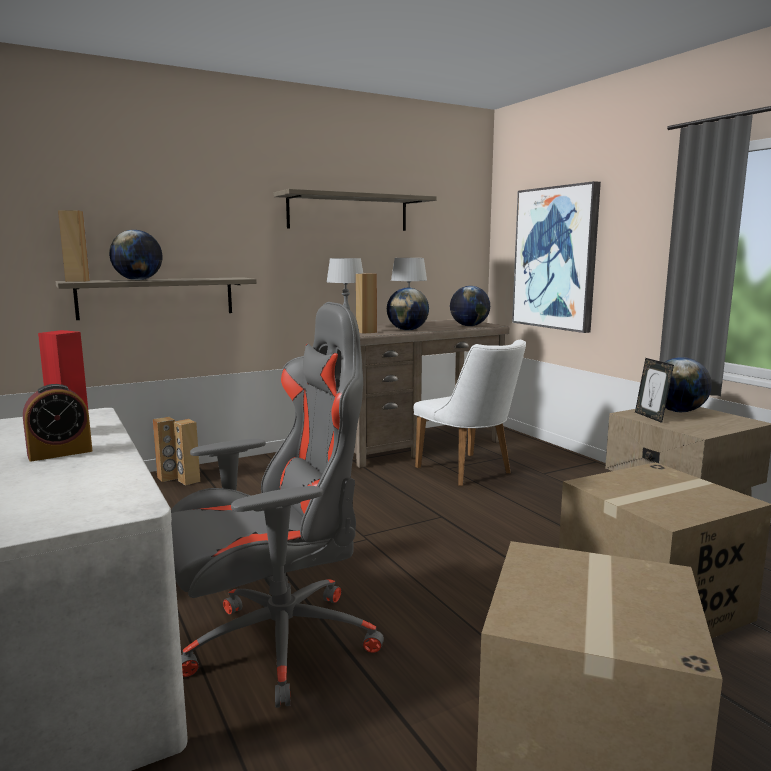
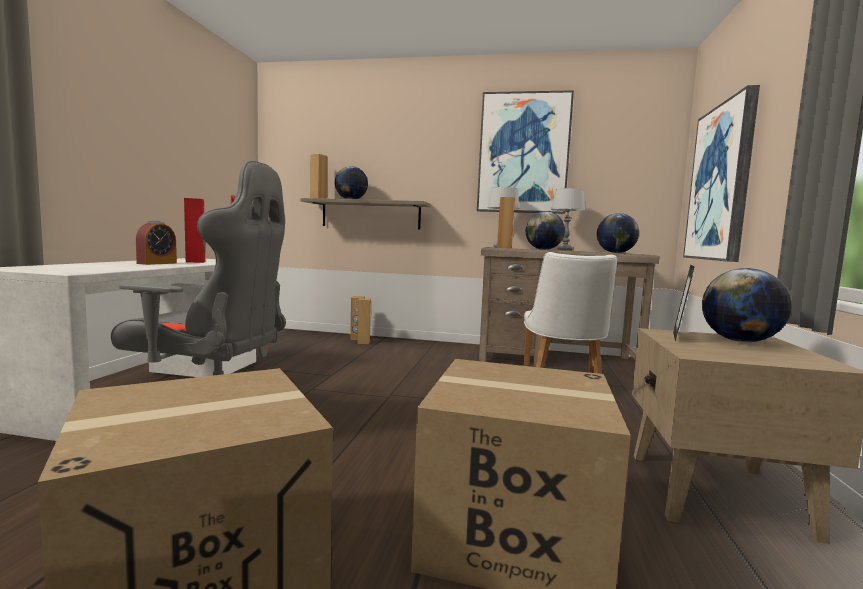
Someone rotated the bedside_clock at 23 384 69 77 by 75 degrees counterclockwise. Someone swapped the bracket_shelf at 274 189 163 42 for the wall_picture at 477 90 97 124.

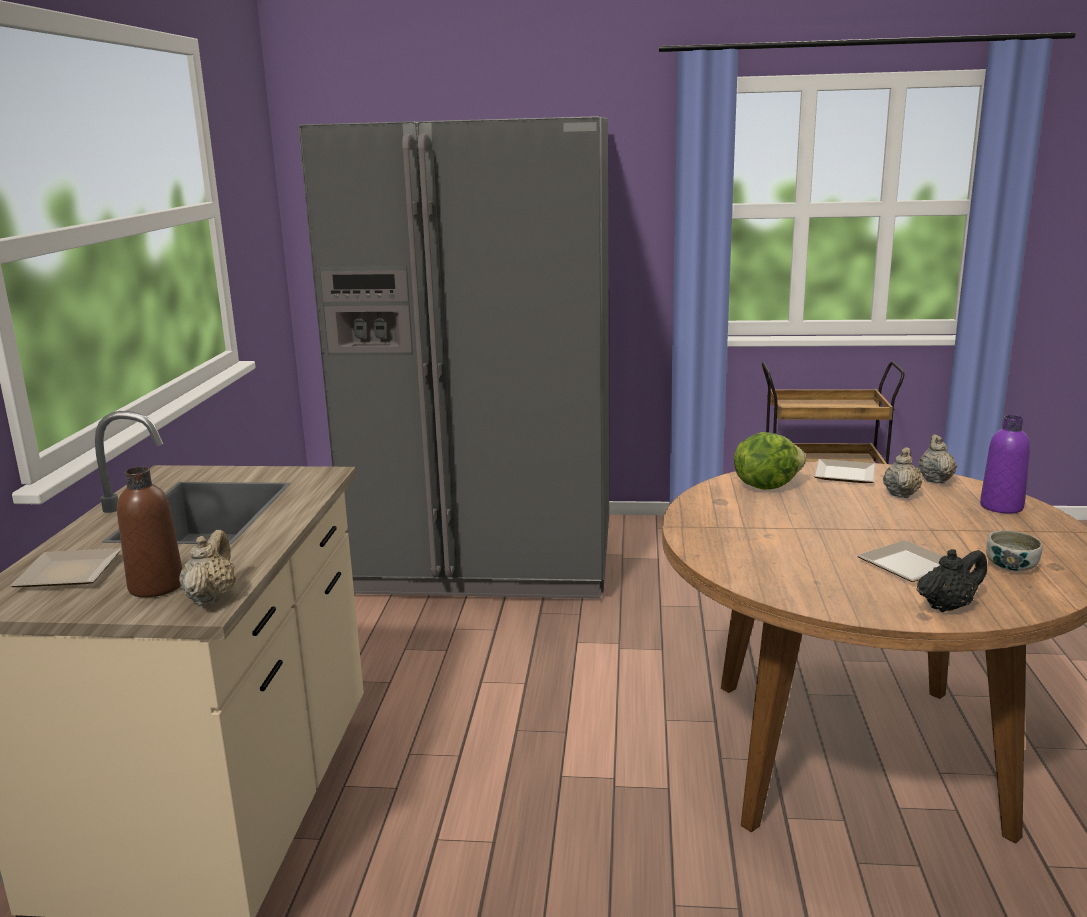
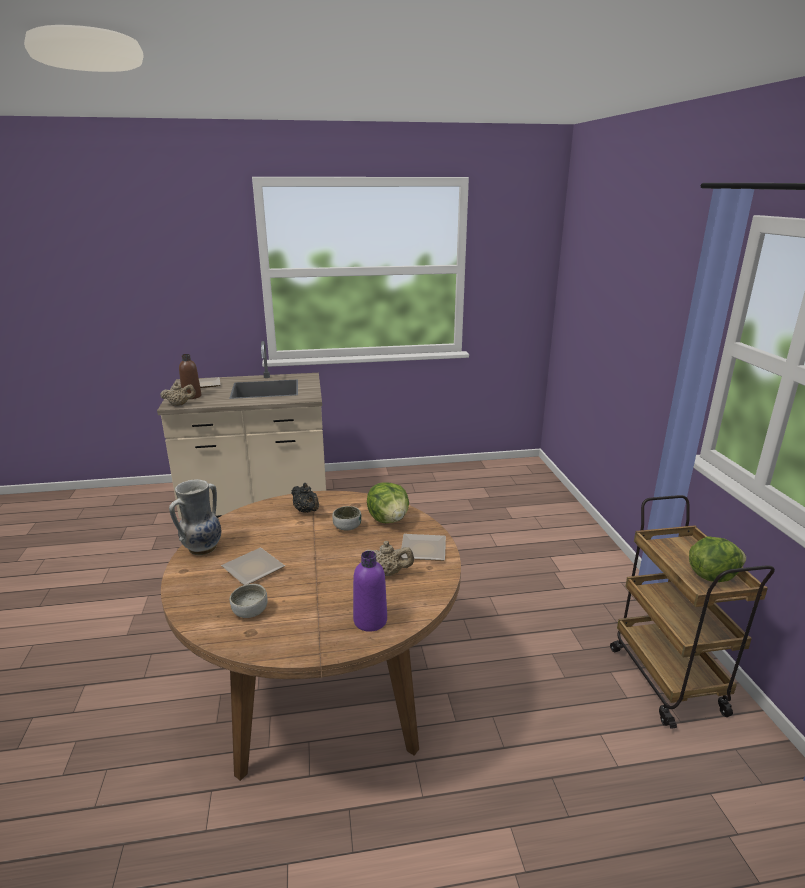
Someone took away the gray_kitchen_fridge at 298 116 311 483. Someone carried the black_tea_pot from 917 549 70 63 to 291 483 28 30. Someone took away the beige-coloured_tea_pot at 918 434 39 50. Someone put down the decorative_vase at 169 479 52 76. Someone put down the deep_dish at 332 506 29 25. Someone put down the lettuce_head at 689 536 57 46.

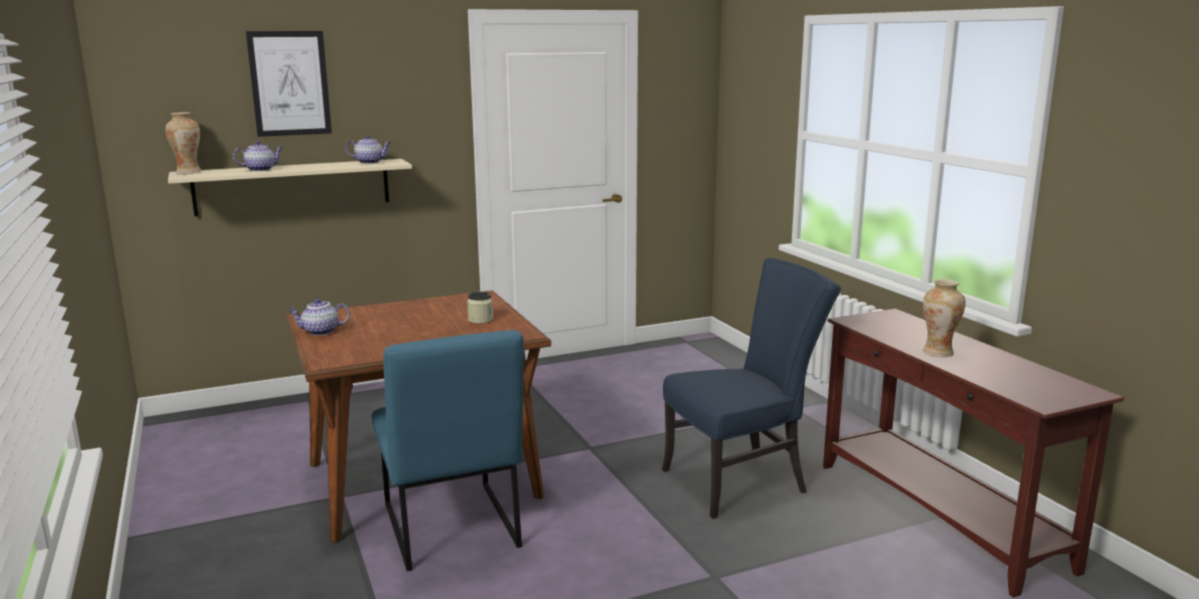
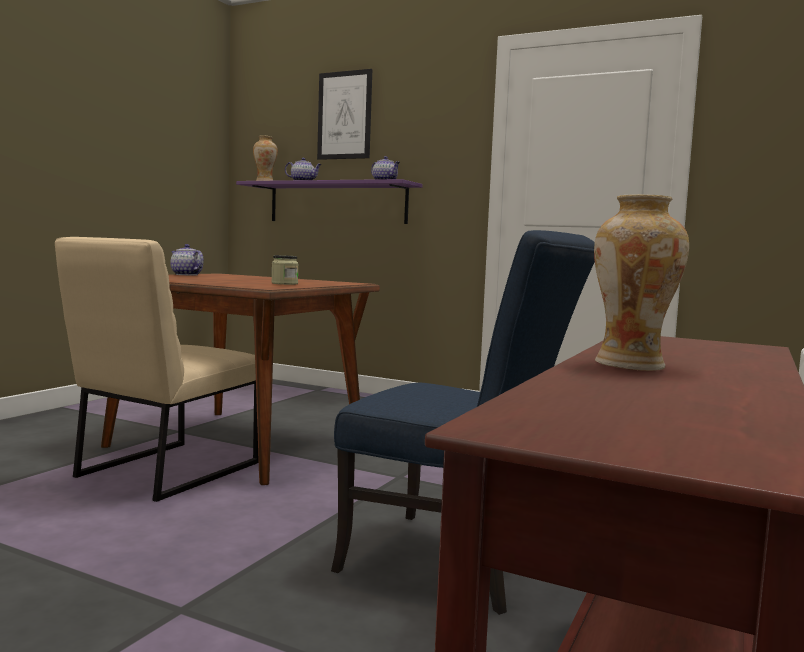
Someone repainted the beige-coloured_bracket_shelf at 168 159 244 58, which became the purple_bracket_shelf at 236 179 187 45. Someone repainted the bluish_chair at 372 330 152 241, which became the beige-coloured_chair at 55 237 204 265.

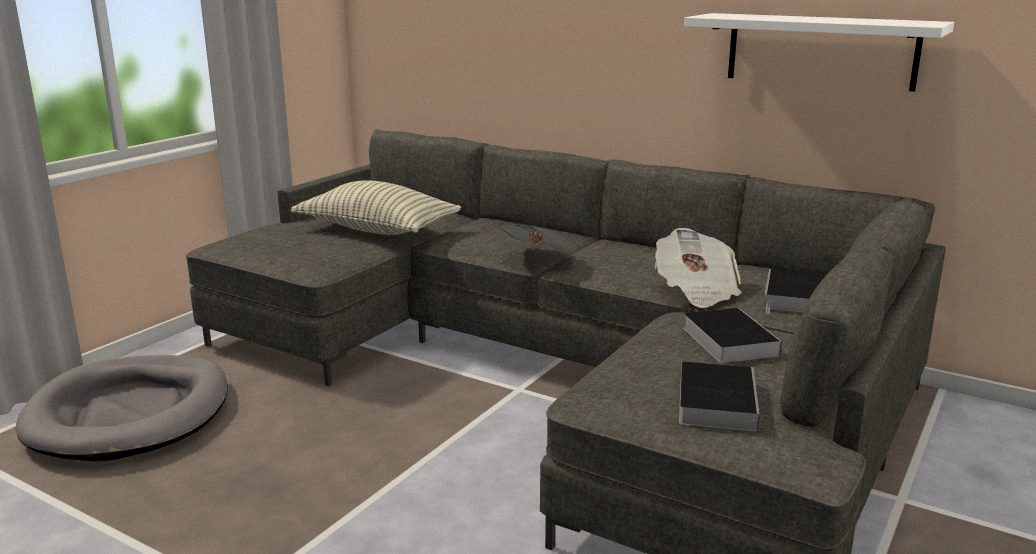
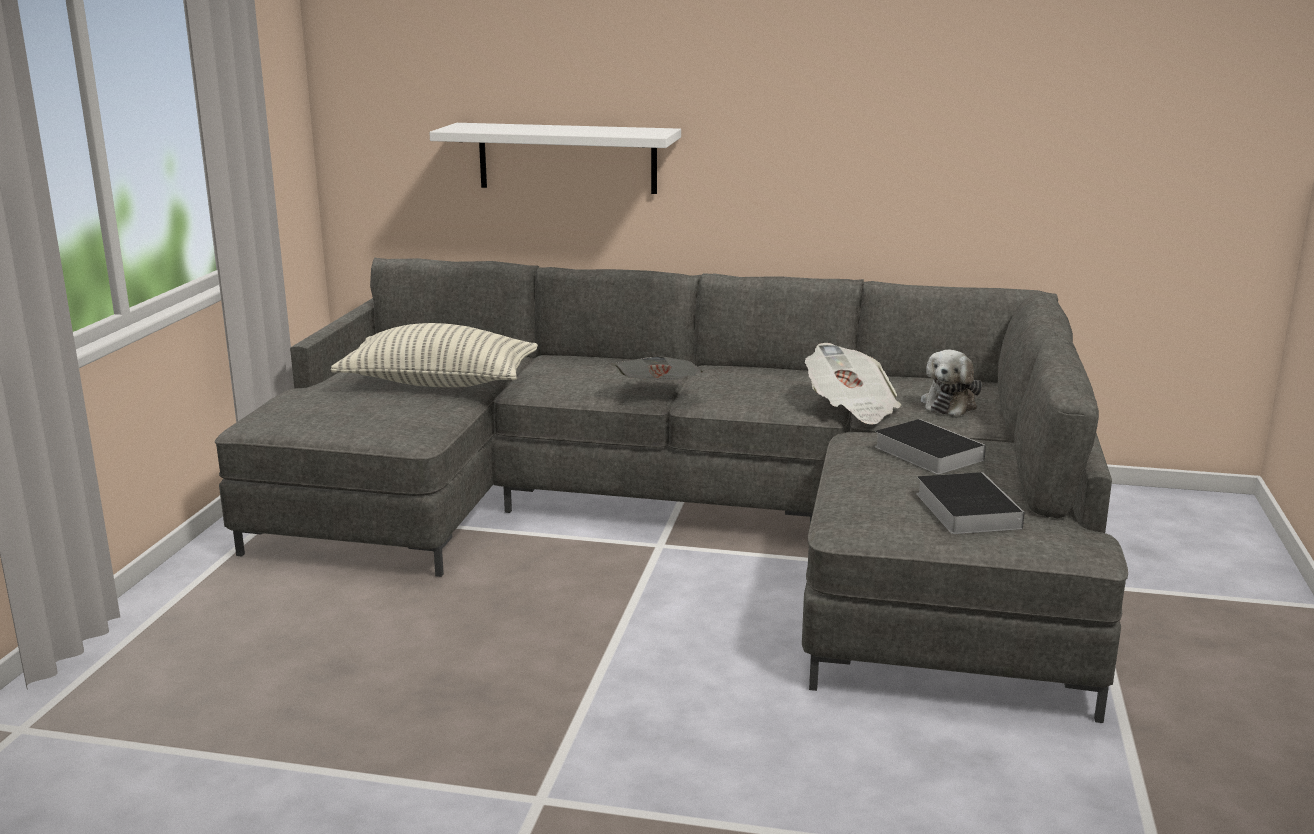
Someone took away the gray_dog_bed at 16 355 212 107. Someone carried the white_bracket_shelf from 684 13 270 79 to 429 123 252 71. Someone swapped the bound_book at 764 269 62 45 for the plush_toy at 921 350 61 66.

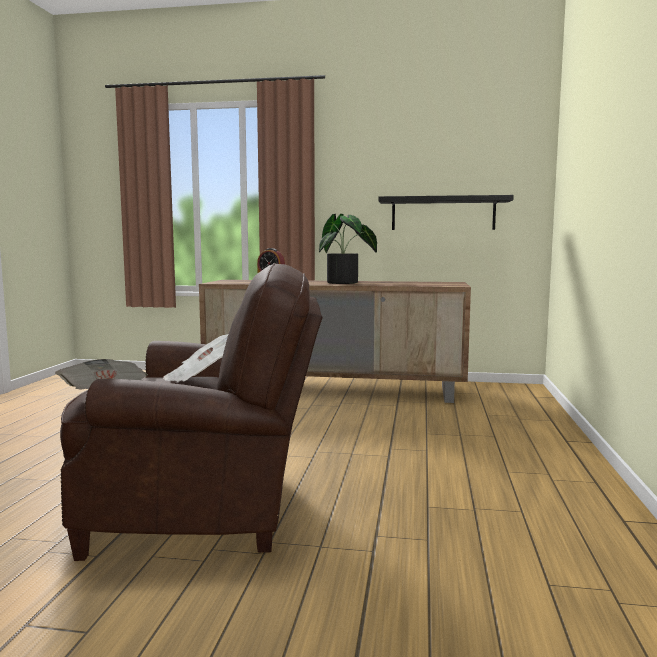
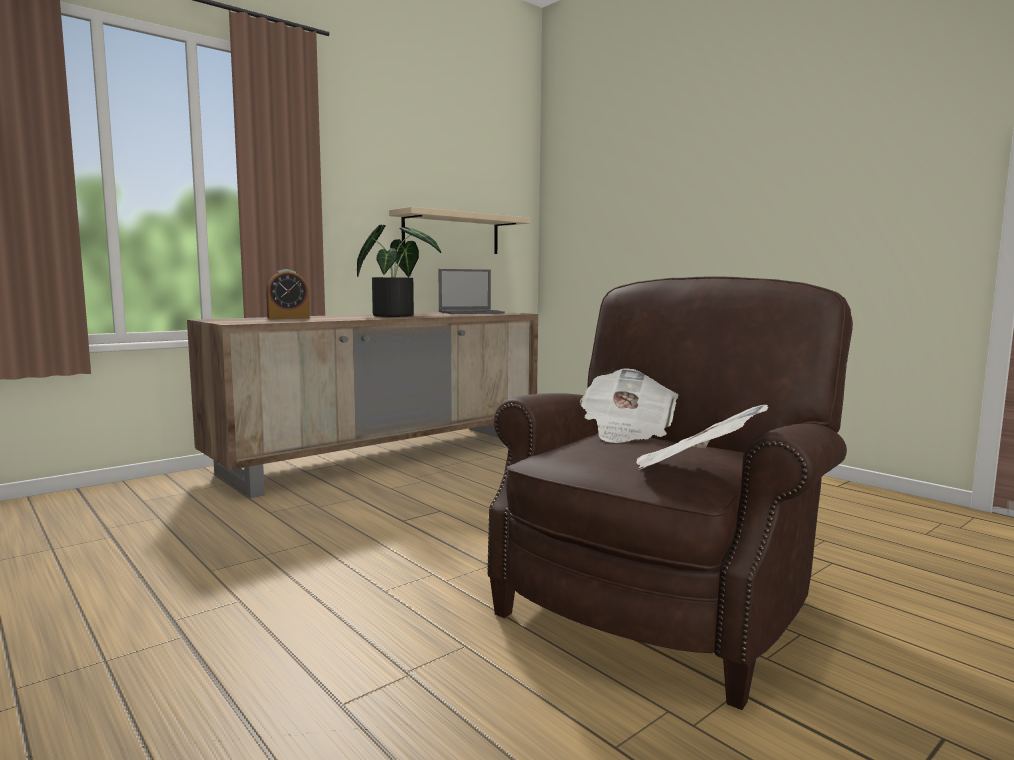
Someone repainted the black_bracket_shelf at 378 195 136 35, which became the beige-coloured_bracket_shelf at 389 207 142 47. Someone put down the notebook_computer at 439 269 66 45.

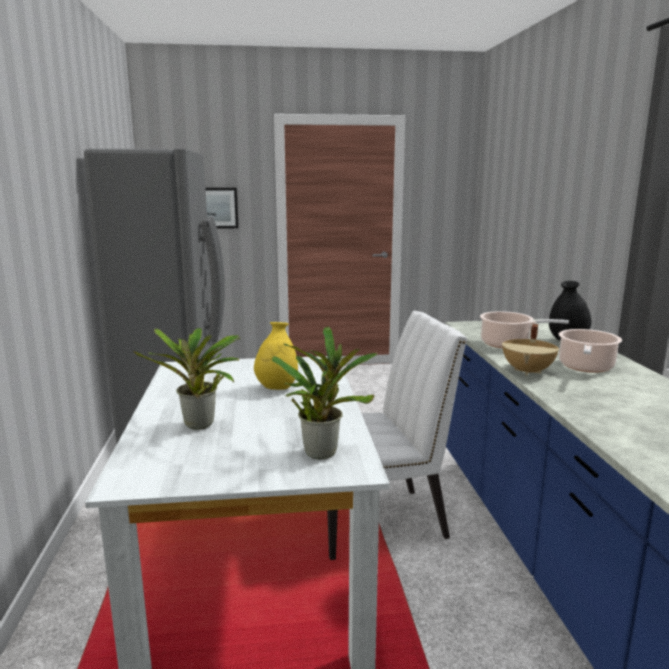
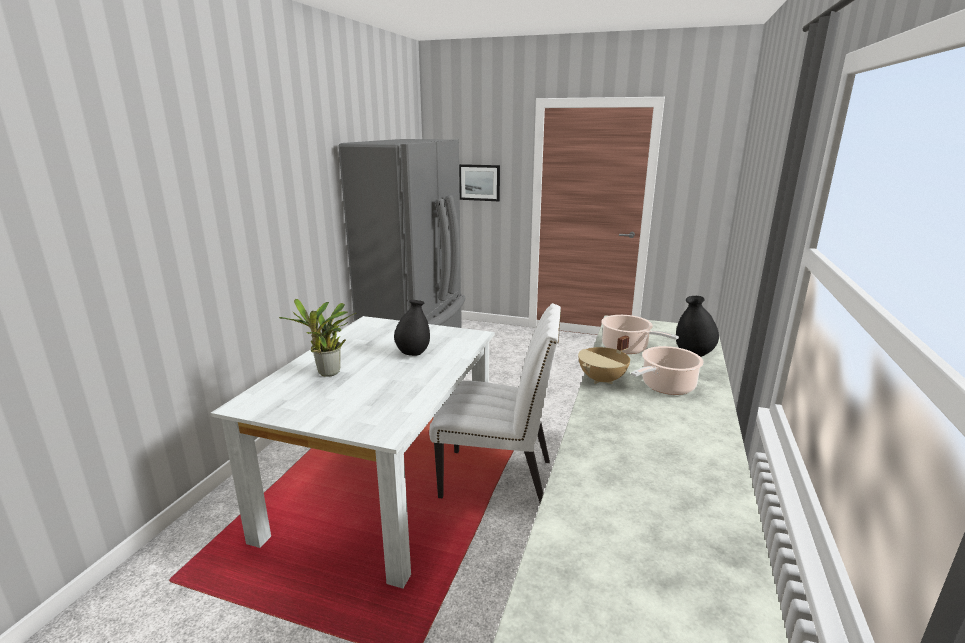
Someone repainted the yellow-coloured_decorative_vase at 254 322 44 68, which became the black_decorative_vase at 394 300 36 56. Someone took away the plant_in_a_pot at 272 326 106 134.

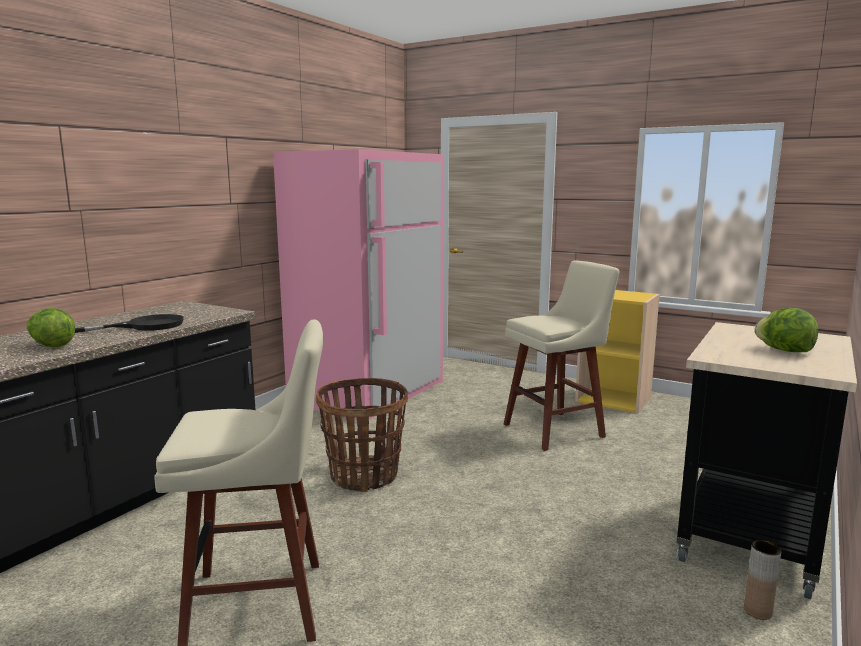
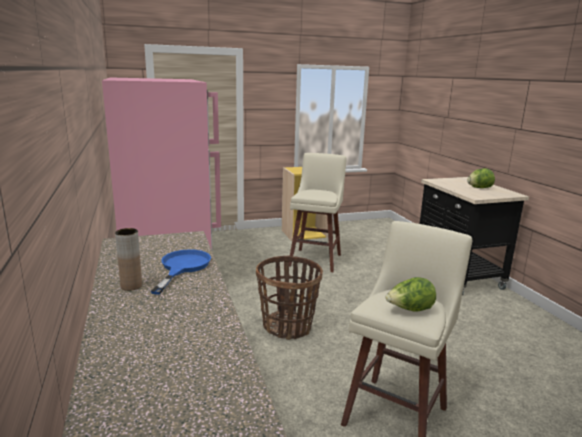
Someone carried the lettuce_head from 27 308 48 39 to 385 277 51 35. Someone repainted the black_skillet at 75 314 109 19, which became the bluish_skillet at 151 249 60 46. Someone carried the brownish_decorative_vase from 744 540 37 80 to 115 228 27 63.

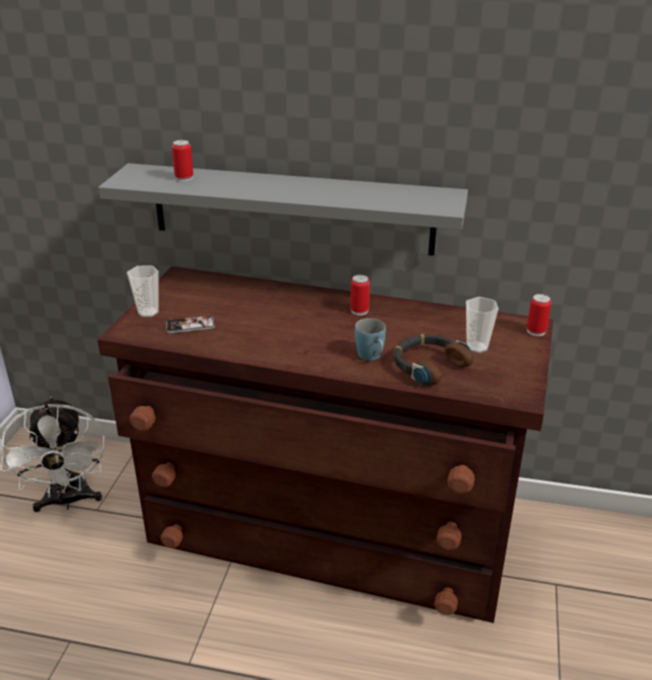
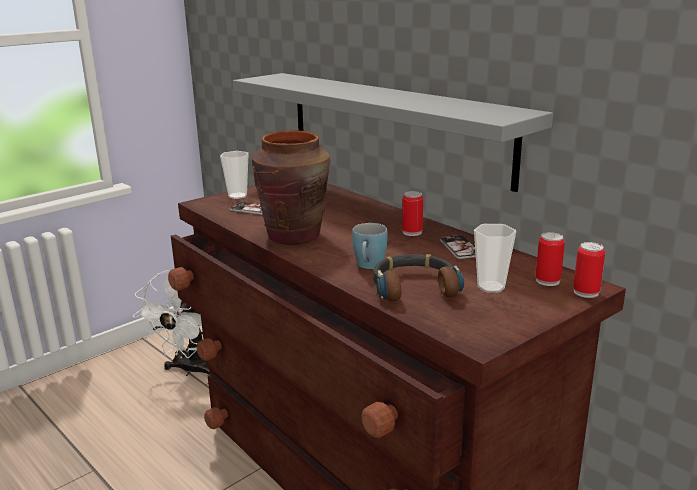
Someone carried the can from 172 140 21 41 to 535 232 30 54. Someone put down the brownish_decorative_vase at 252 130 78 115. Someone put down the telephone at 440 235 36 24.

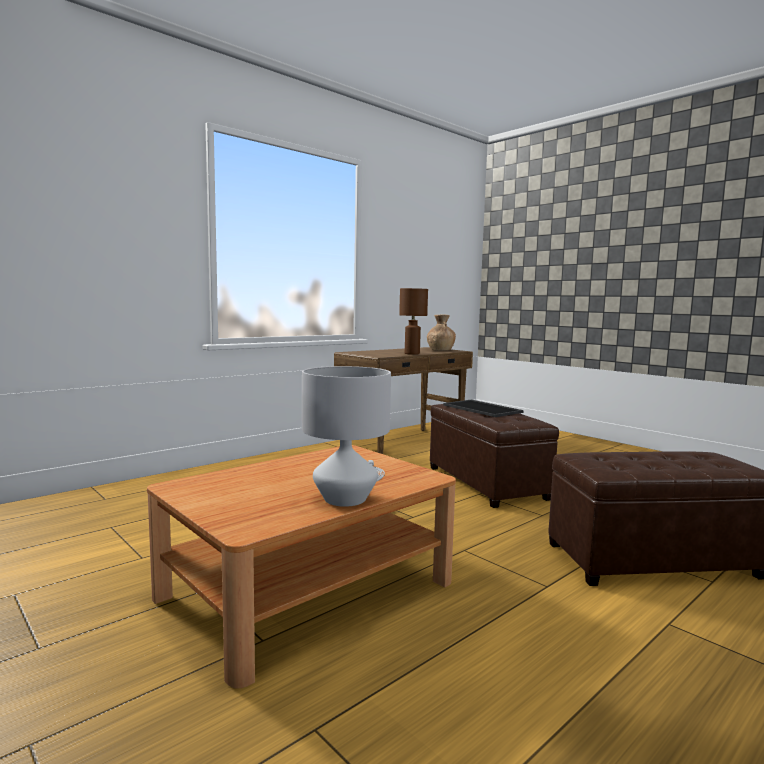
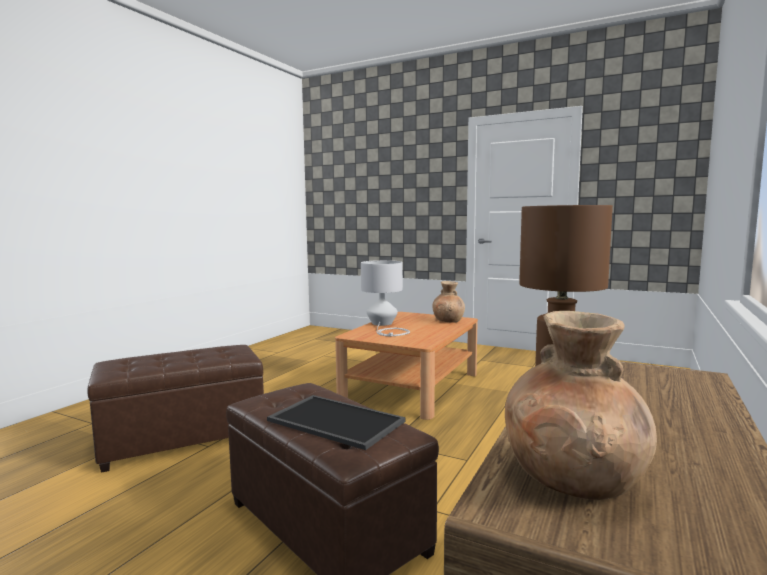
Someone put down the brownish_decorative_vase at 433 281 32 42.

